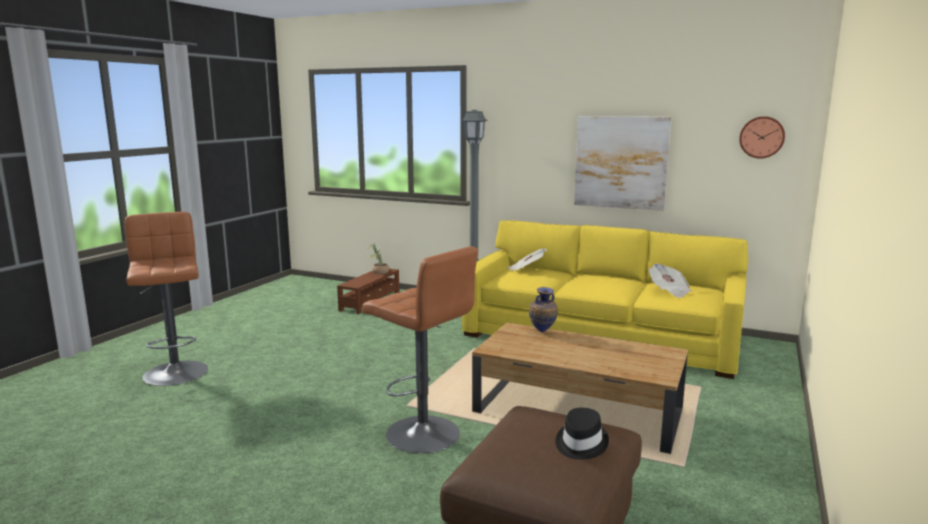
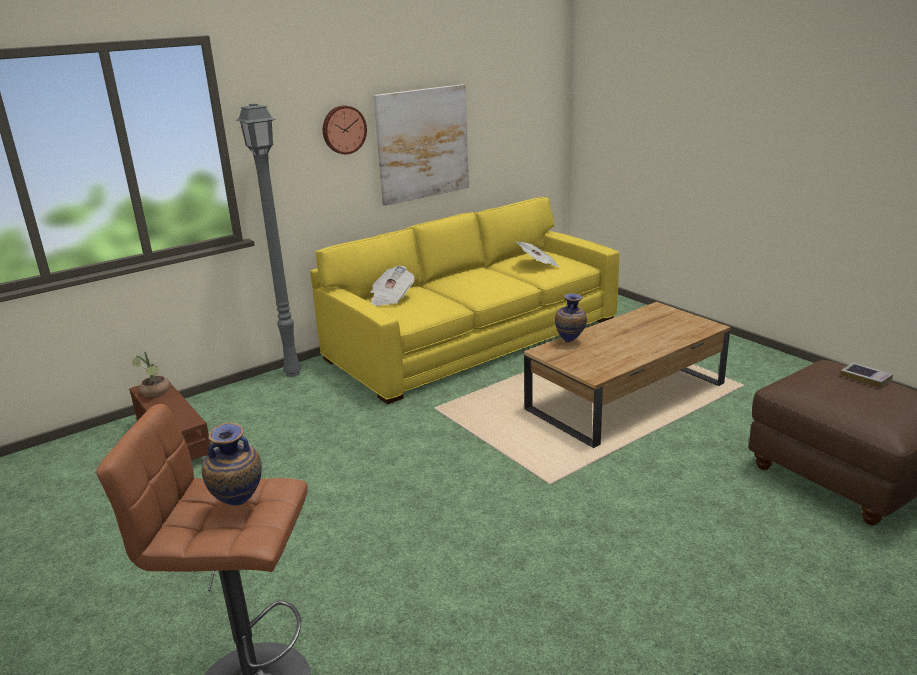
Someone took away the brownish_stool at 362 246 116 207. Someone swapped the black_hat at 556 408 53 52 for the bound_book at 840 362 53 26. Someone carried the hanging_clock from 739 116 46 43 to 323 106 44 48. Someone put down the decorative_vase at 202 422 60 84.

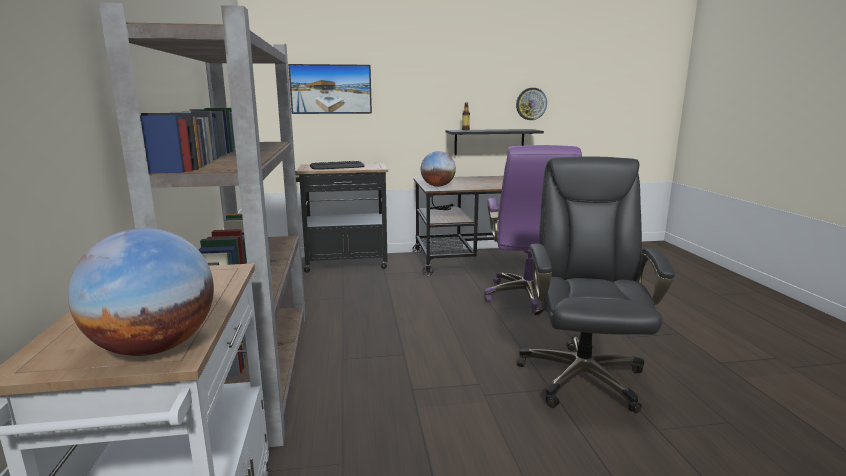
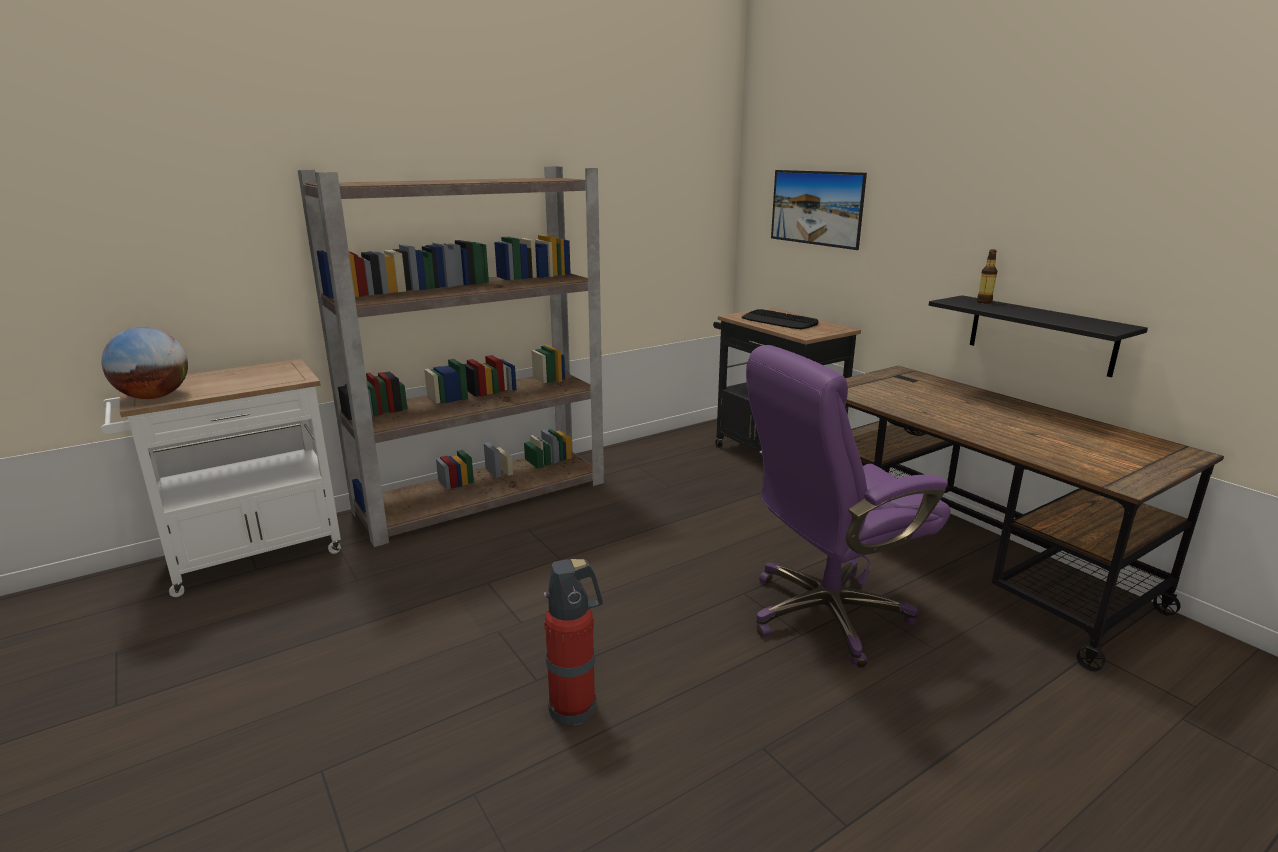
Someone took away the desk_globe at 421 151 35 36. Someone took away the hanging_clock at 516 88 31 32. Someone swapped the black_office_chair at 517 156 158 257 for the extinguisher at 543 559 60 167.

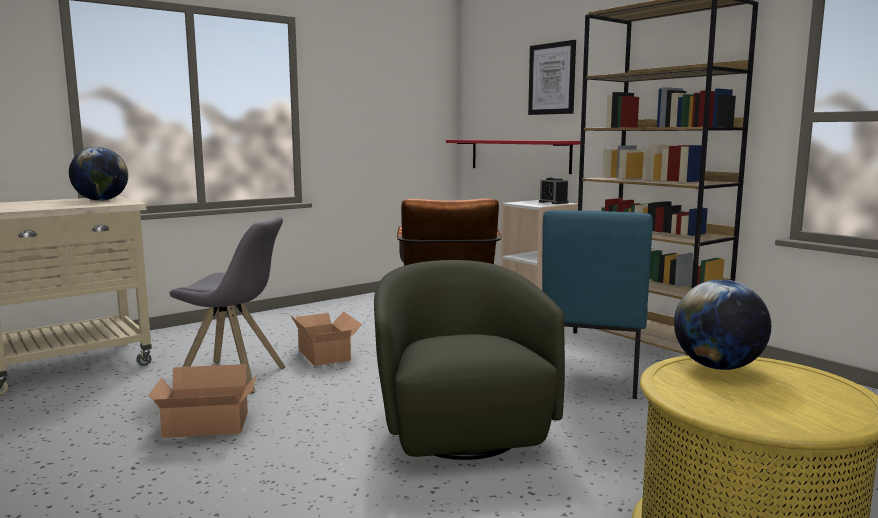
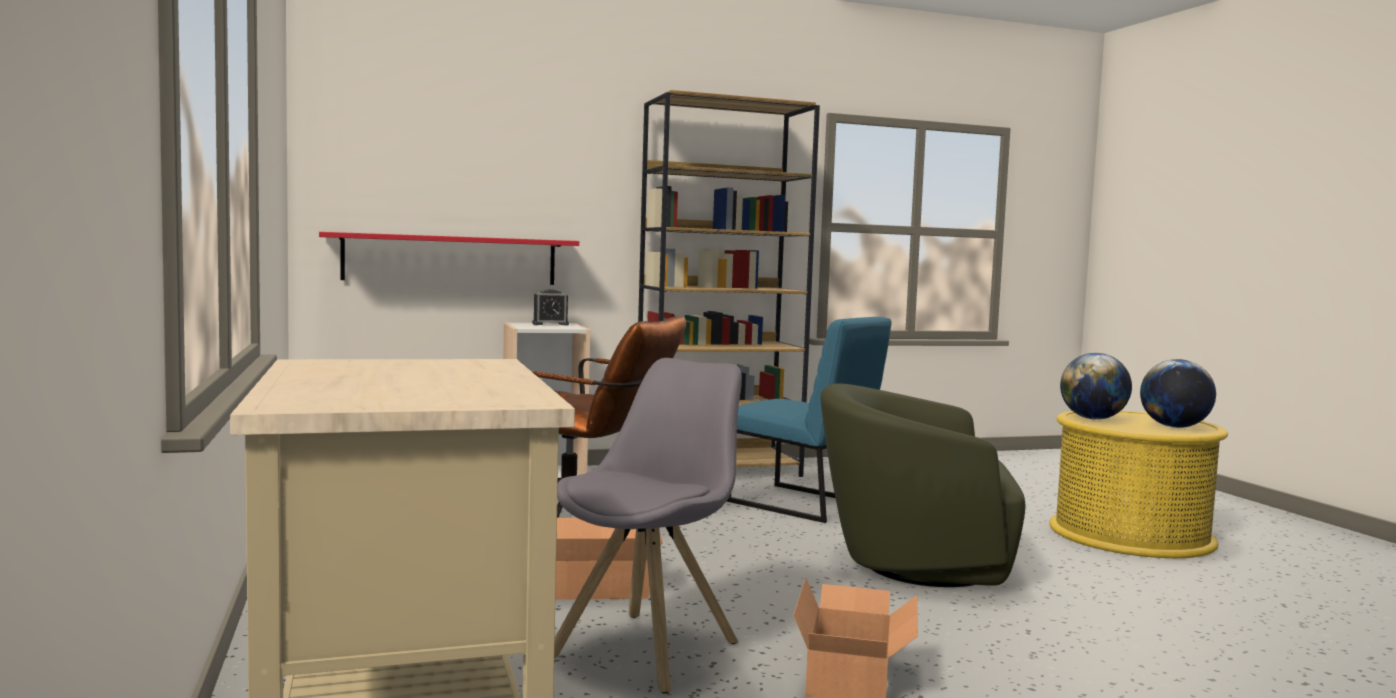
Someone carried the desk_globe from 69 147 59 54 to 1140 359 76 69. Someone took away the wall_picture at 528 40 48 75.

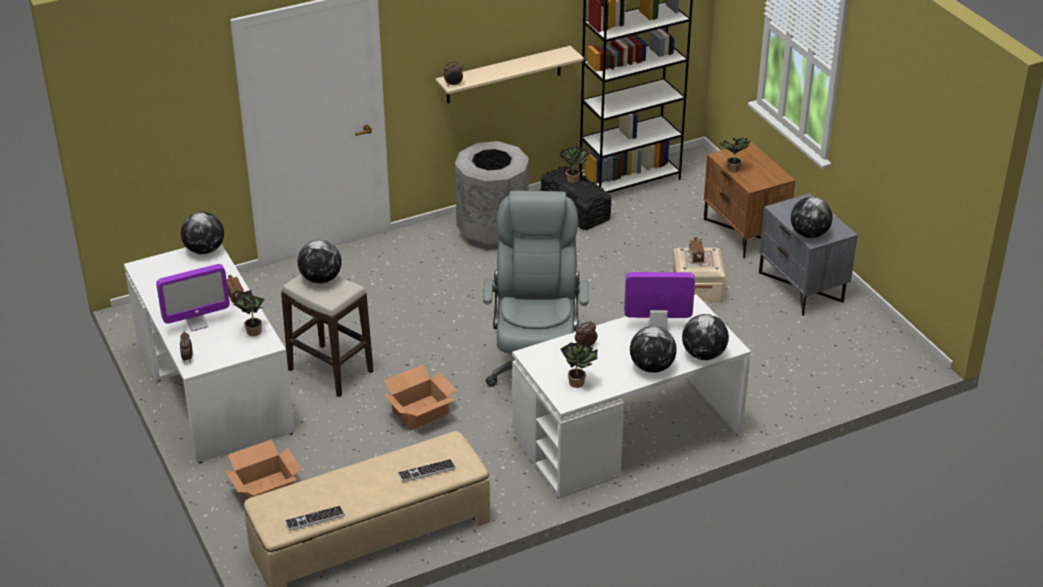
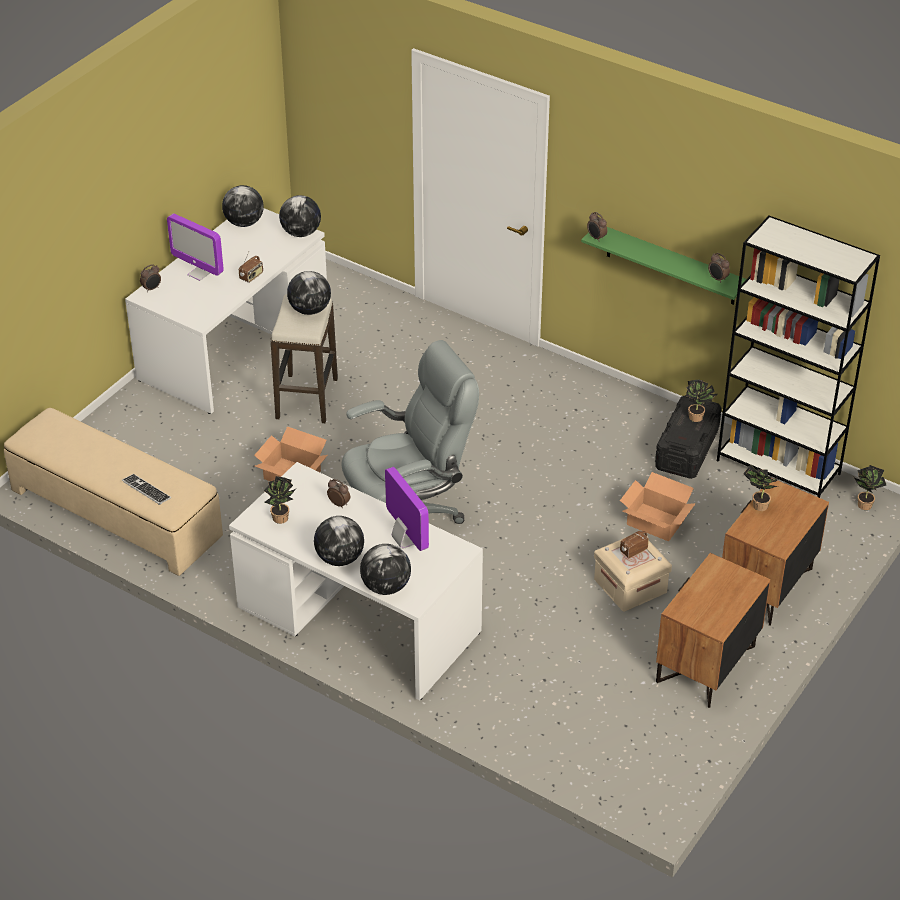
Someone carried the cardboard_box from 225 439 77 62 to 620 472 76 69. Someone carried the plant_in_a_pot from 234 290 30 46 to 854 465 32 45. Someone took away the computer_keyboard at 284 506 61 25. Someone repainted the beige-coloured_bracket_shelf at 436 46 148 57, which became the green_bracket_shelf at 581 227 165 78. Someone took away the gray_trash_can at 455 141 74 109. Someone repainted the gray_bedside_table at 759 193 99 123, which became the brownish_bedside_table at 656 553 114 155. Someone carried the desk_globe from 791 197 42 41 to 222 185 42 42. Someone put down the bedside_clock at 708 253 22 30.

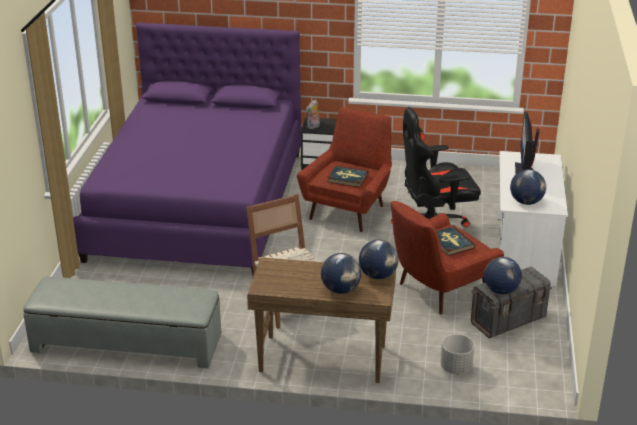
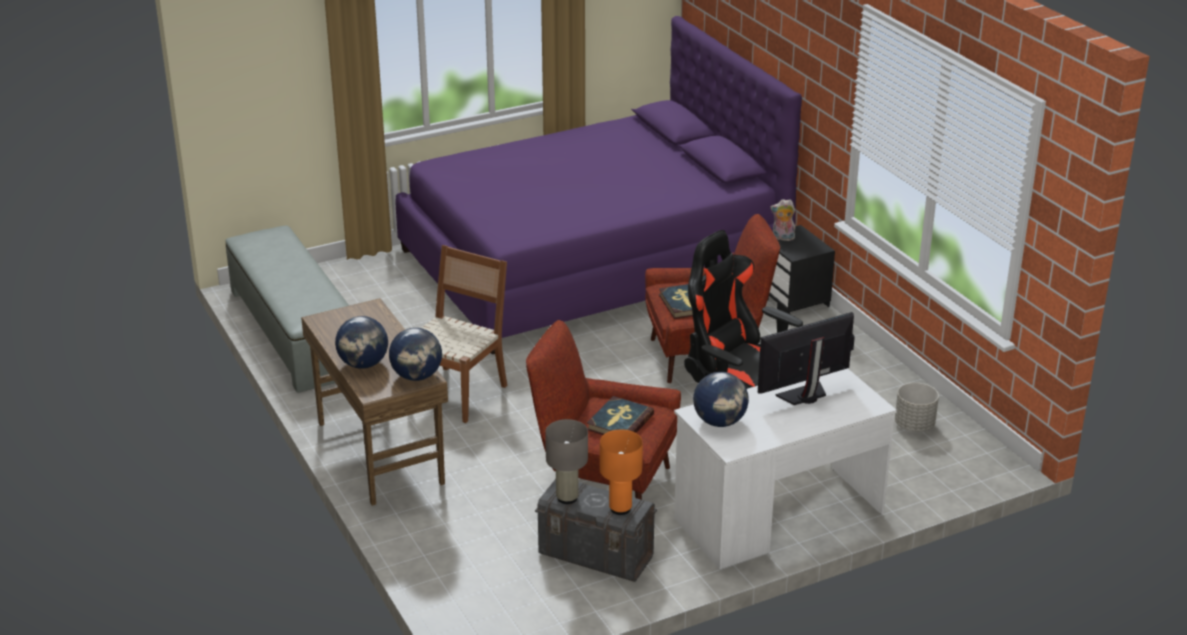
Someone carried the gray_flower_pot from 440 334 35 40 to 895 383 44 49. Someone swapped the desk_globe at 484 257 38 37 for the gray_lamp_for_a_table at 545 419 43 85. Someone put down the orange-coloured_lamp_for_a_table at 600 429 43 86.

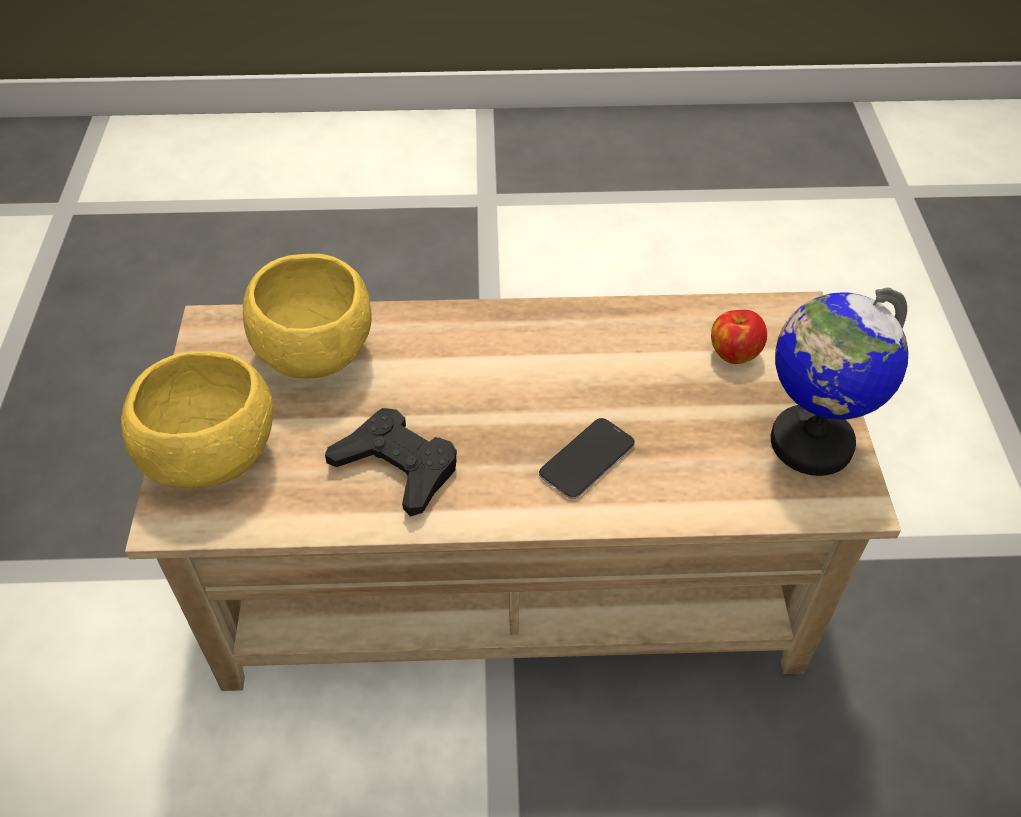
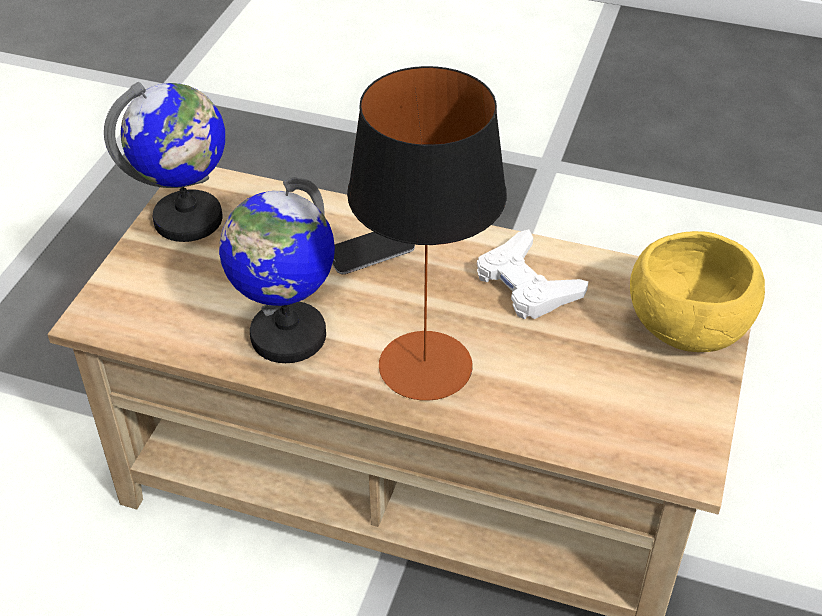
Someone took away the yellow-coloured_deep_dish at 243 254 128 125. Someone repainted the black_gamepad at 325 408 132 109, which became the white_gamepad at 477 229 111 90. Someone took away the whole_apple at 711 310 56 54. Someone put down the desk_globe at 219 177 116 186. Someone put down the lamp_for_a_table at 347 66 160 335.

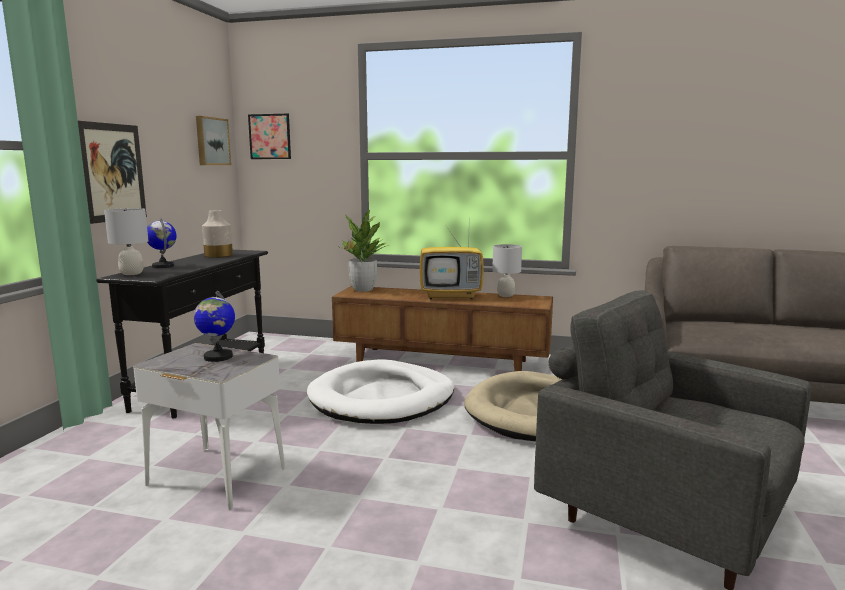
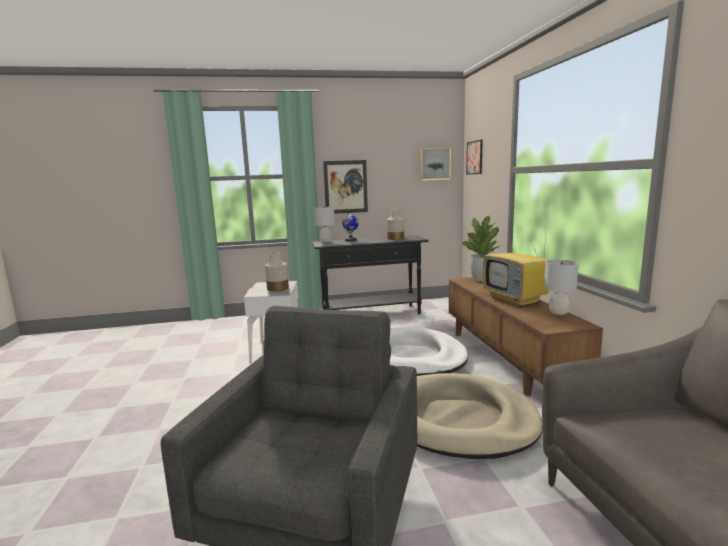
Someone swapped the desk_globe at 194 291 41 71 for the beige-coloured_decorative_vase at 265 253 24 38.

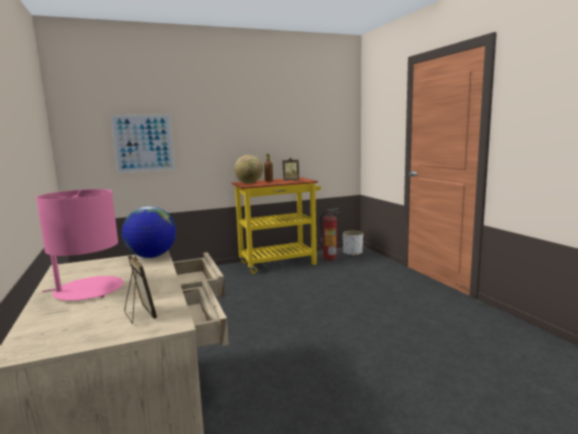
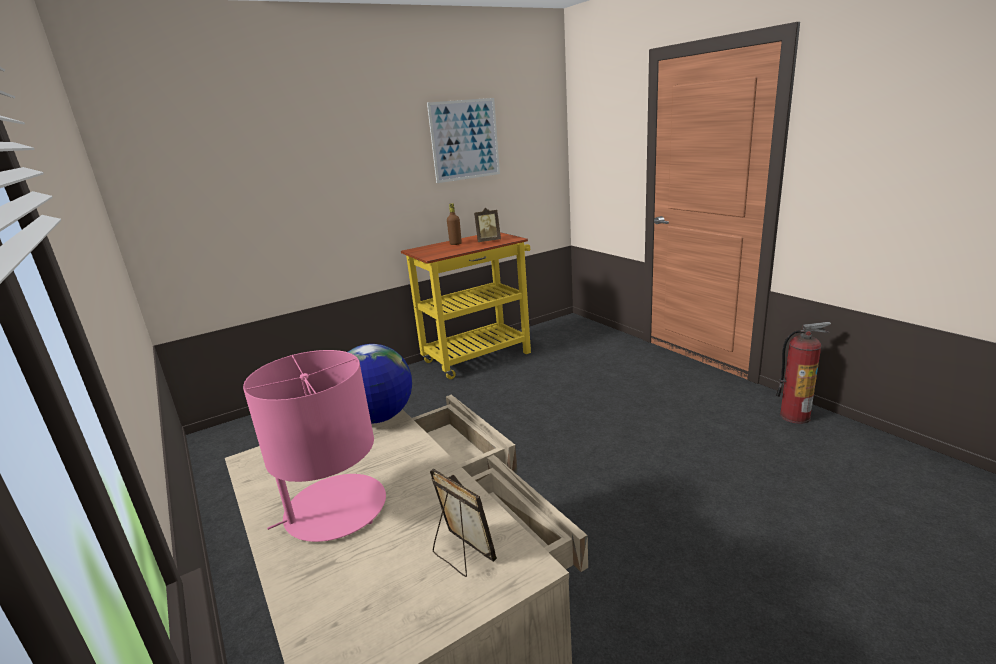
Someone carried the wall_picture from 110 114 65 59 to 427 98 73 85. Someone took away the desk_globe at 234 155 29 29. Someone carried the extinguisher from 320 208 19 53 to 776 322 55 102. Someone took away the white_flower_pot at 343 231 20 25.

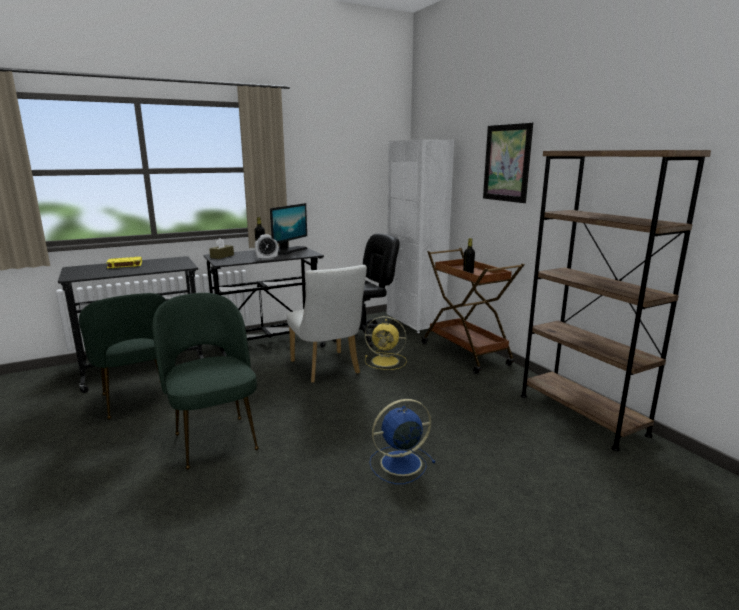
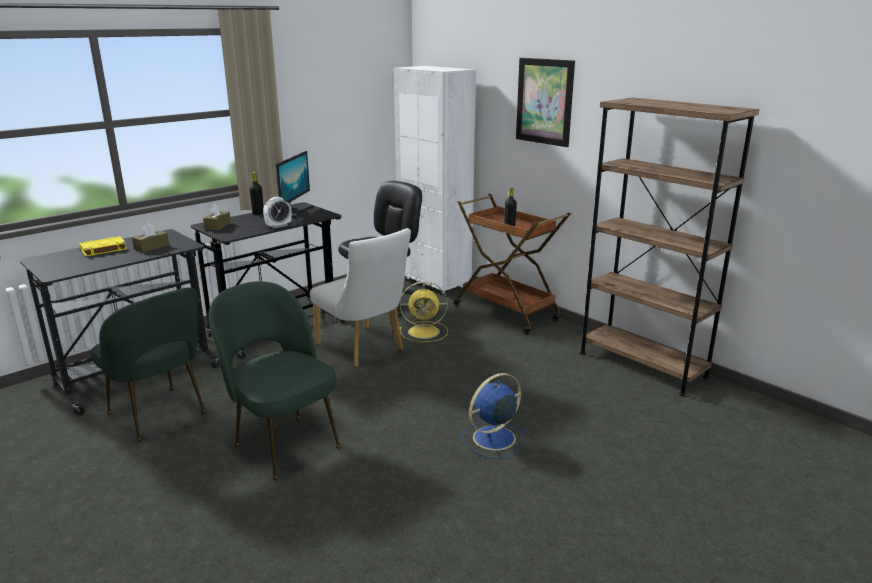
Someone put down the brownish_box_of_tissues at 132 223 37 30.

